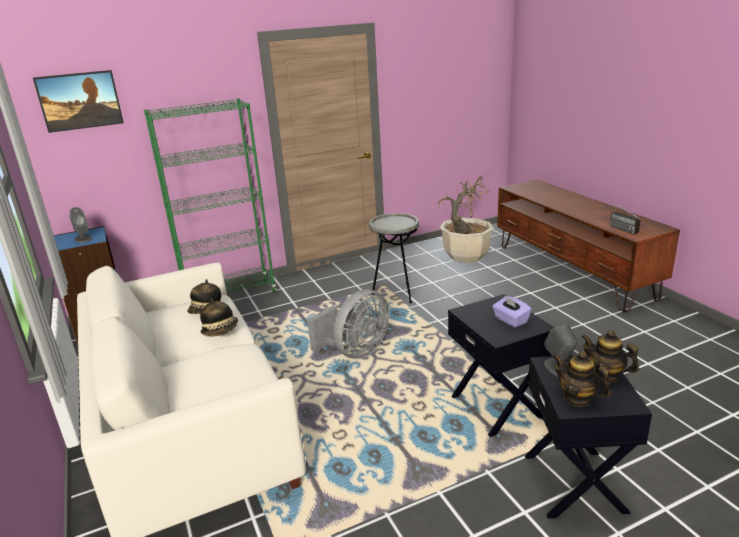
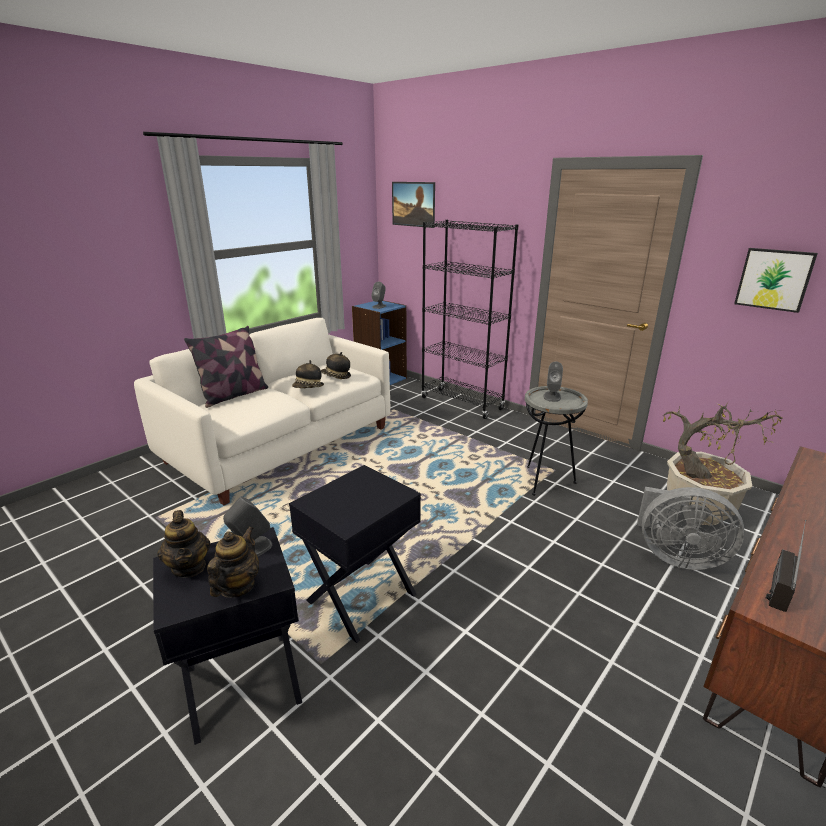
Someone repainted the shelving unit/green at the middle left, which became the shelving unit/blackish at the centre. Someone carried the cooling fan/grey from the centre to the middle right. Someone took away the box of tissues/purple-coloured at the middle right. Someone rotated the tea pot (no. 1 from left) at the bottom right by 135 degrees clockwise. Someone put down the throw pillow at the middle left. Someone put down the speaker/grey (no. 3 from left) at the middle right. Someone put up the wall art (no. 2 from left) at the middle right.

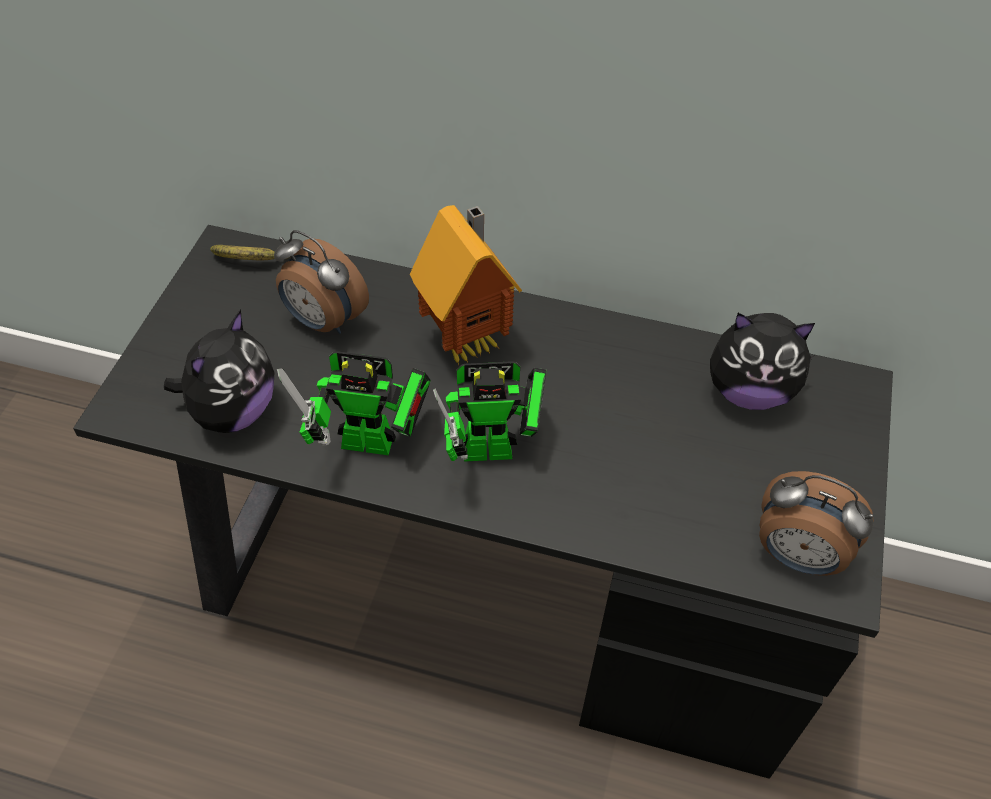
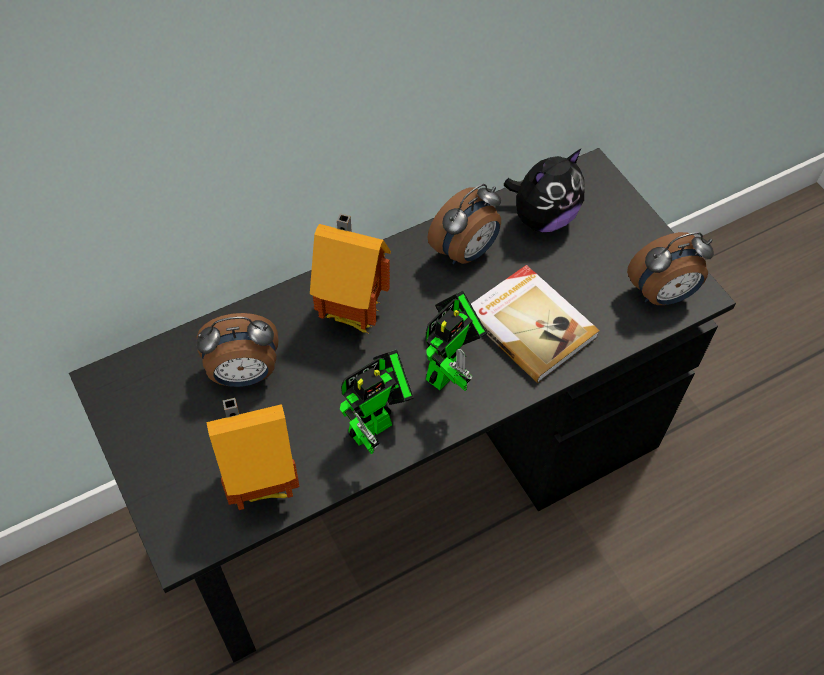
Someone swapped the plush toy (no. 1 from left) at the middle left for the model house (no. 1 from left) at the bottom left. Someone took away the banana fruit at the top left. Someone put down the table clock (no. 2 from left) at the top centre. Someone put down the book at the centre.

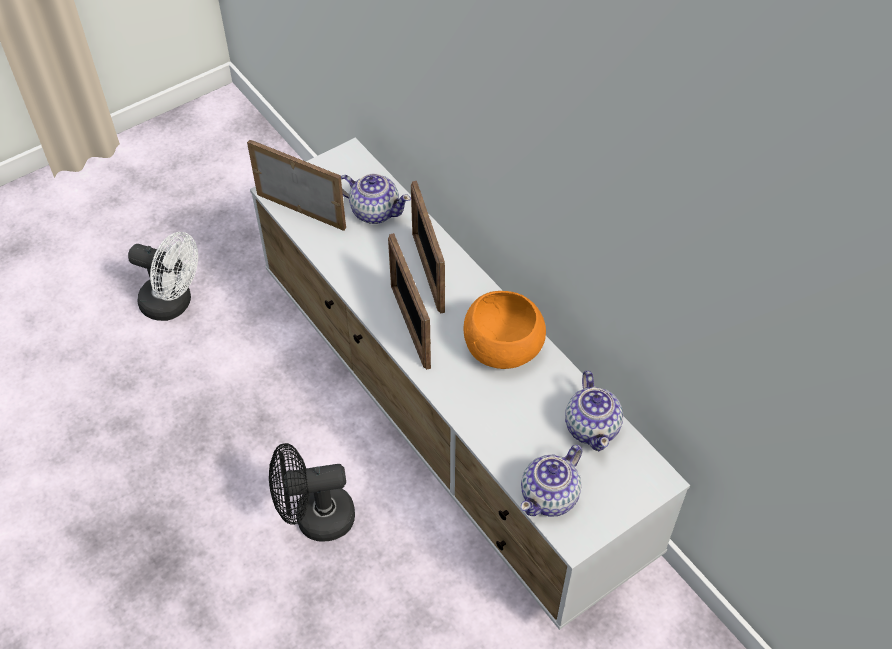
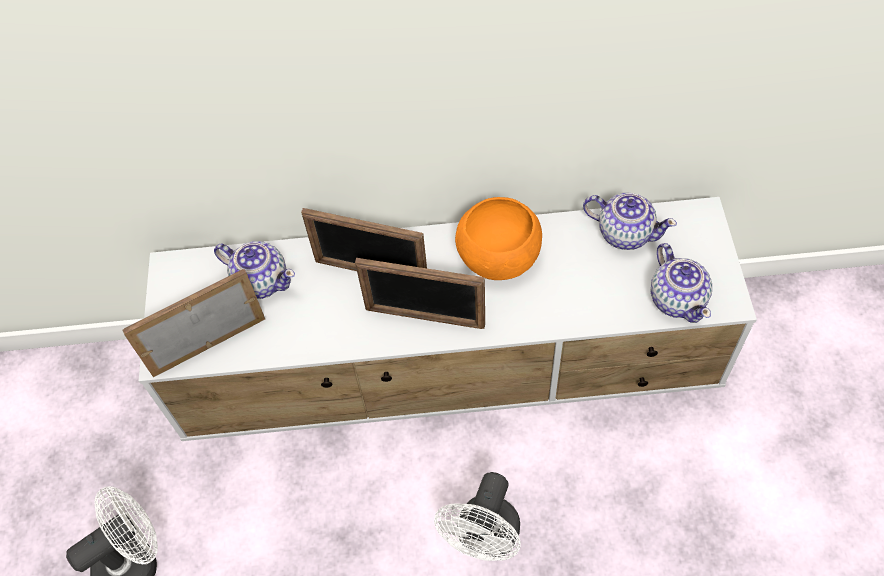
Someone repainted the cooling fan/blackish at the bottom centre, which became the cooling fan/white (no. 2 from left) at the bottom centre. Someone rotated the tea pot (no. 1 from left) at the top centre by 60 degrees clockwise.

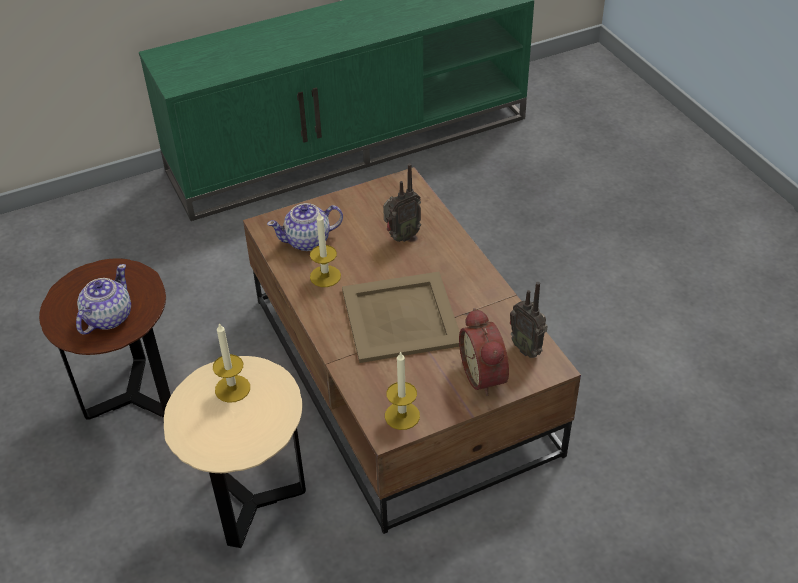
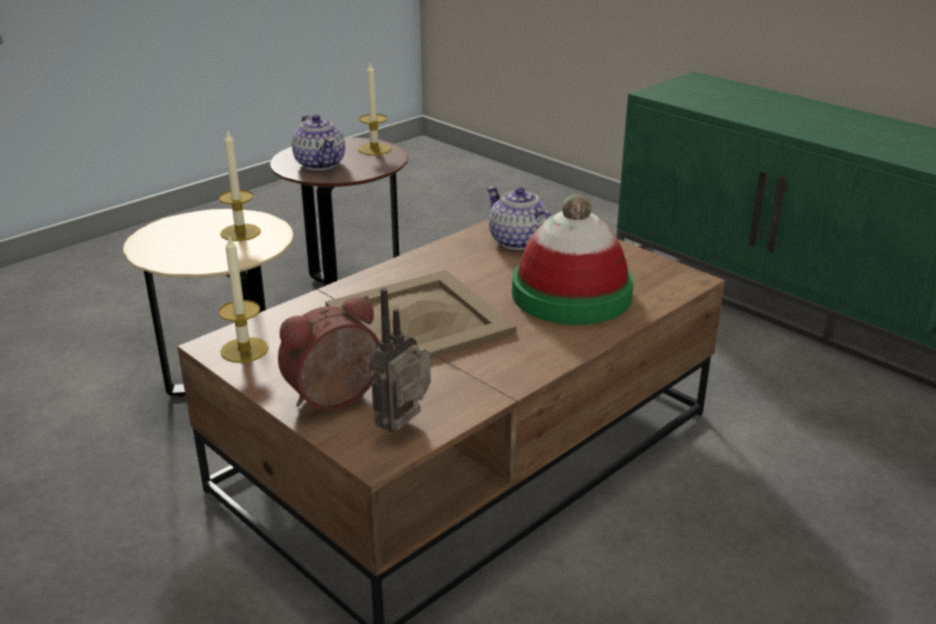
Someone rotated the tea pot (no. 1 from left) at the middle left by 60 degrees clockwise. Someone carried the wax candle (no. 2 from left in the first image) from the centre to the top centre. Someone swapped the radio receiver (no. 1 from left) at the centre for the clothing hat at the centre.

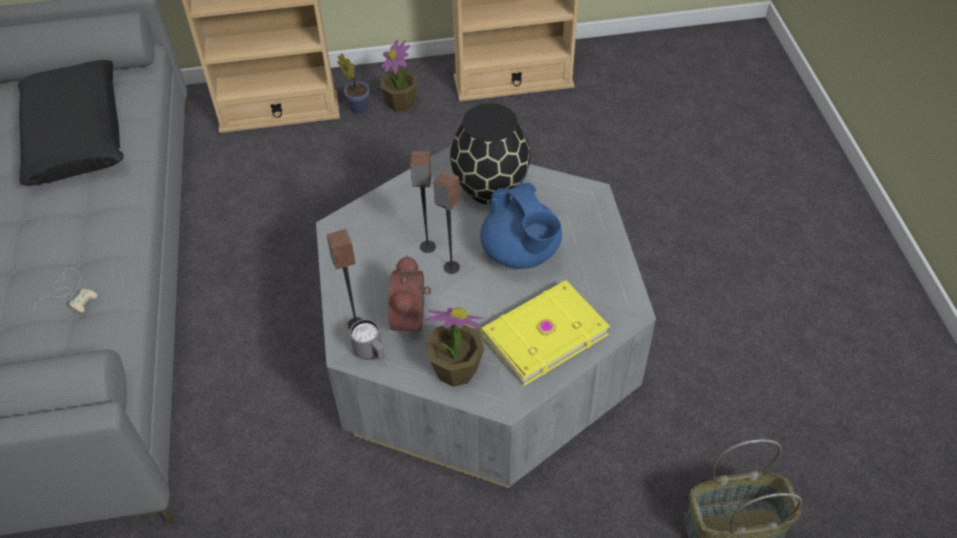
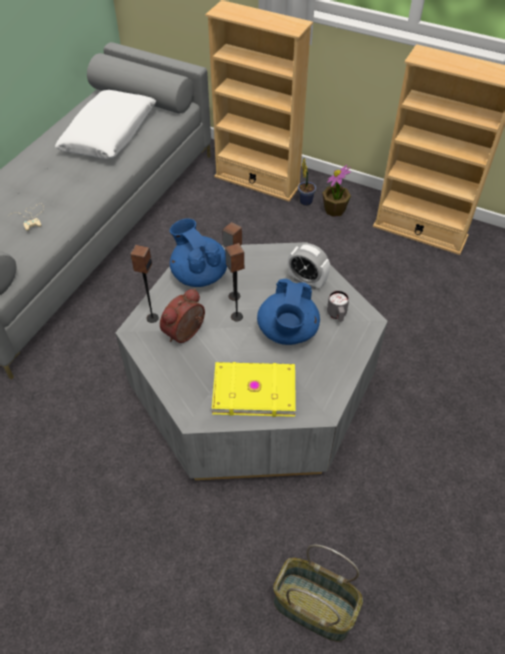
Someone repainted the throw pillow/blackish at the top left, which became the throw pillow/white at the top left. Someone carried the mug/grey from the centre to the middle right. Someone took away the potted plant (no. 3 from left) at the centre. Someone swapped the decorative vase/blackish at the top centre for the table clock (no. 2 from left) at the centre. Someone put down the tea pot/bluish (no. 1 from left) at the centre.

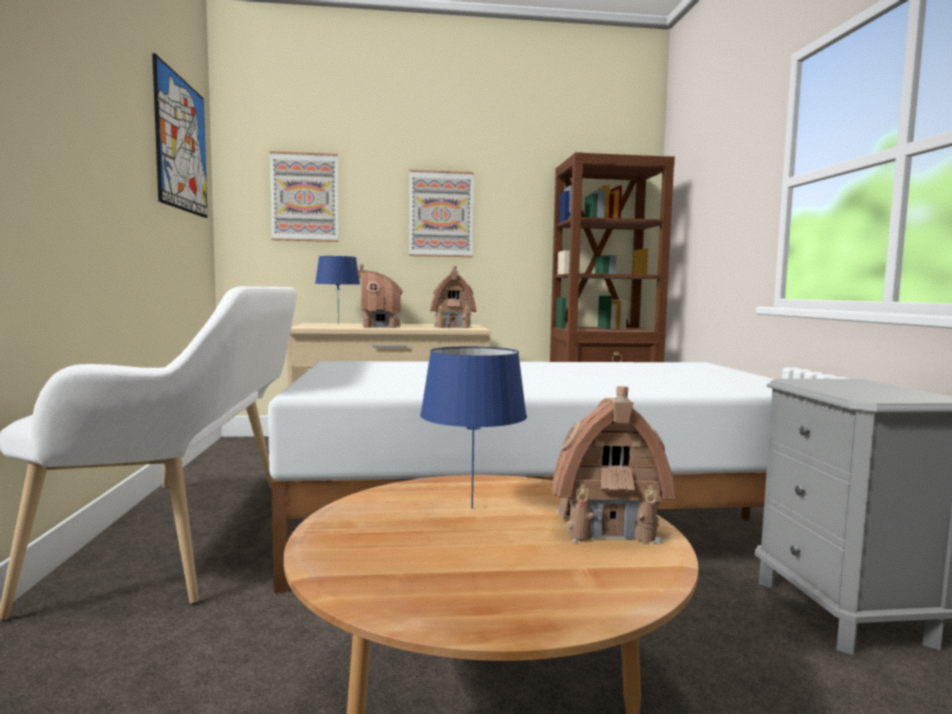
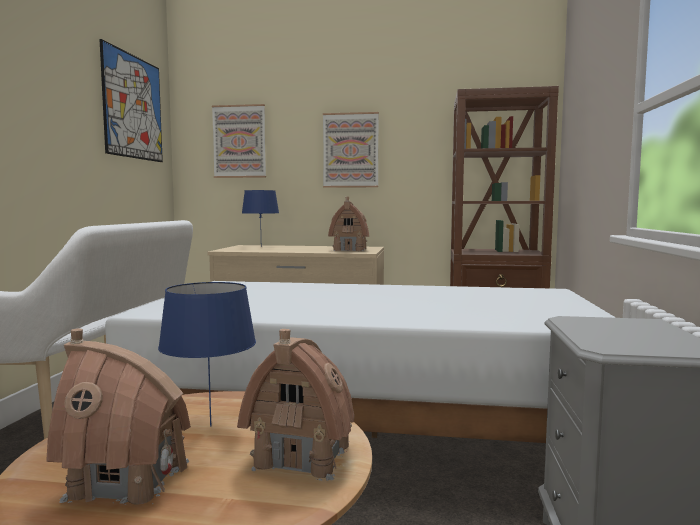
Someone carried the model house (no. 1 from left) from the centre to the bottom left.

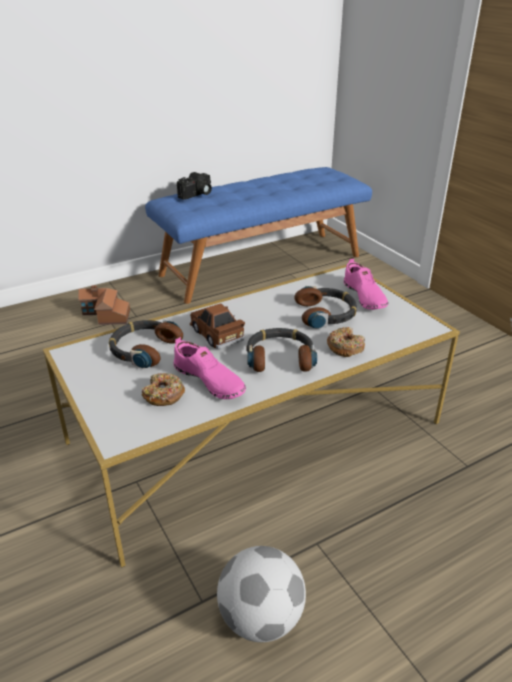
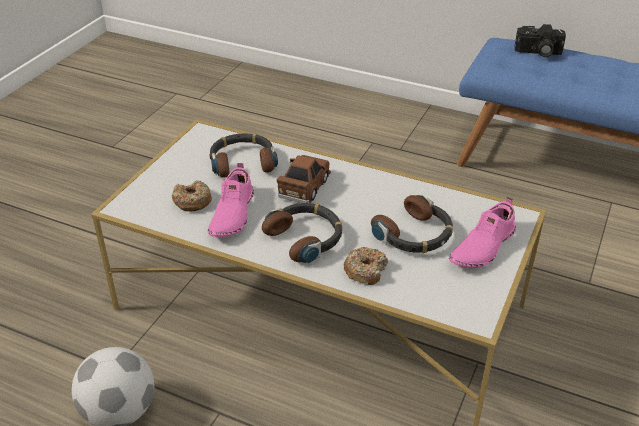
Someone took away the model house at the middle left.

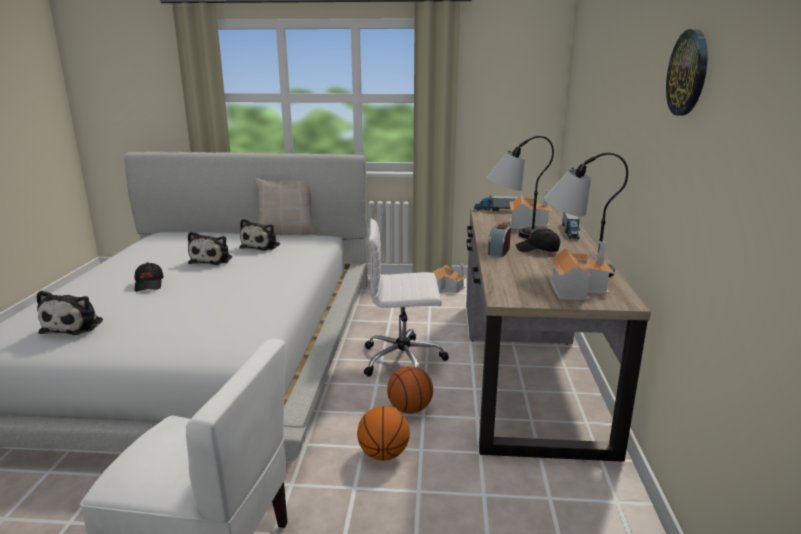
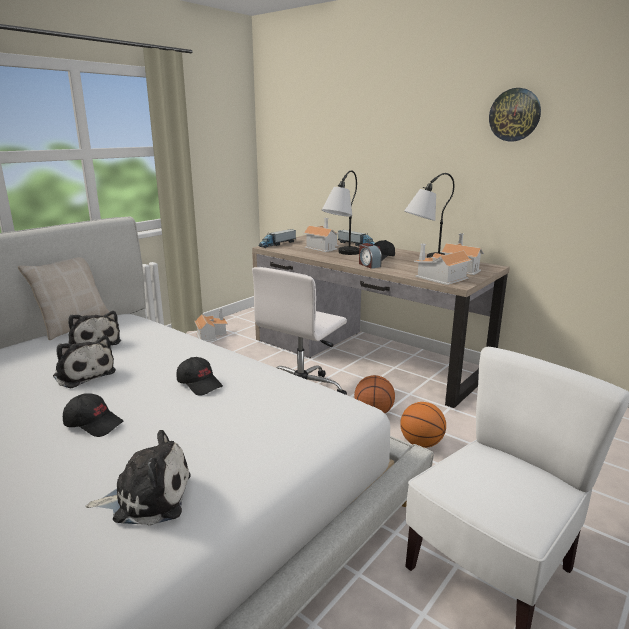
Someone rotated the plush toy (no. 1 from left in the first image) at the middle left by 45 degrees counterclockwise. Someone put down the peaked cap/blackish (no. 2 from left) at the middle left. Someone put down the model house (no. 3 from left) at the middle right.

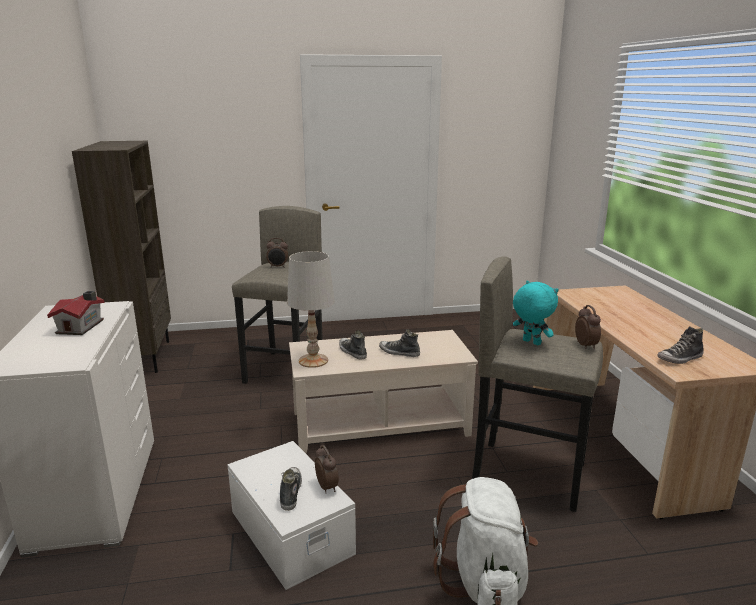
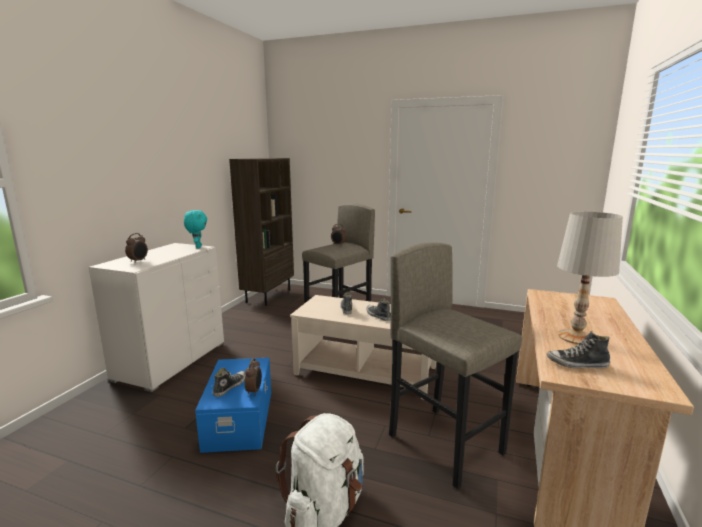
Someone took away the model house at the middle left. Someone repainted the storage container/white at the bottom centre, which became the storage container/bluish at the bottom left. Someone carried the table lamp/white from the centre to the middle right. Someone carried the plush toy/blue-green from the middle right to the middle left. Someone carried the table clock (no. 3 from left in the first image) from the middle right to the middle left.

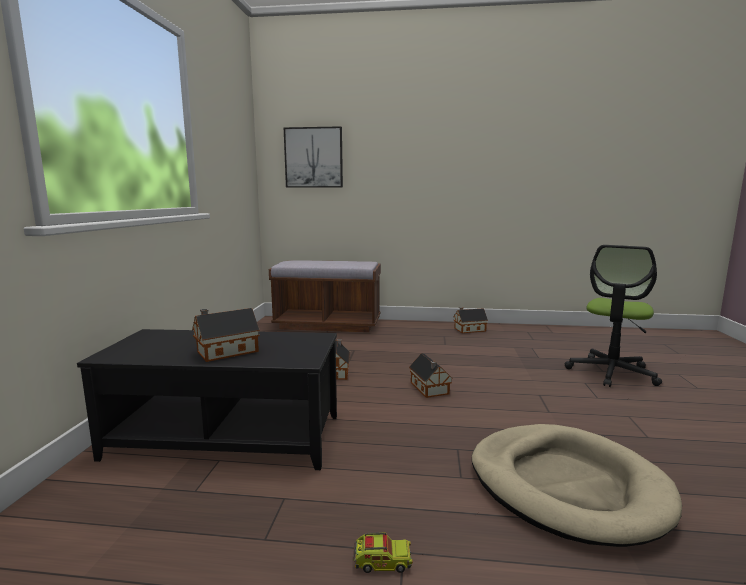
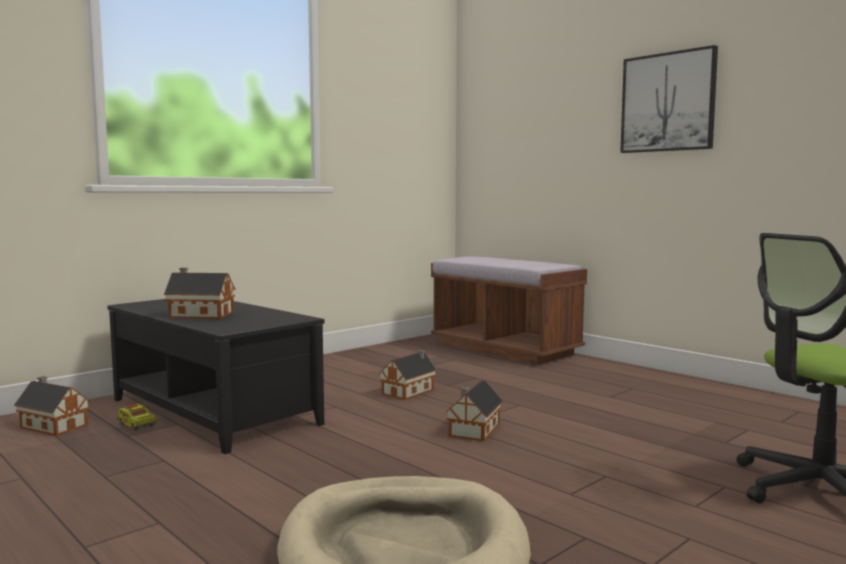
Someone carried the wall art from the top centre to the top right. Someone carried the toy lorry from the bottom centre to the bottom left. Someone carried the model house (no. 4 from left in the first image) from the centre to the bottom left.

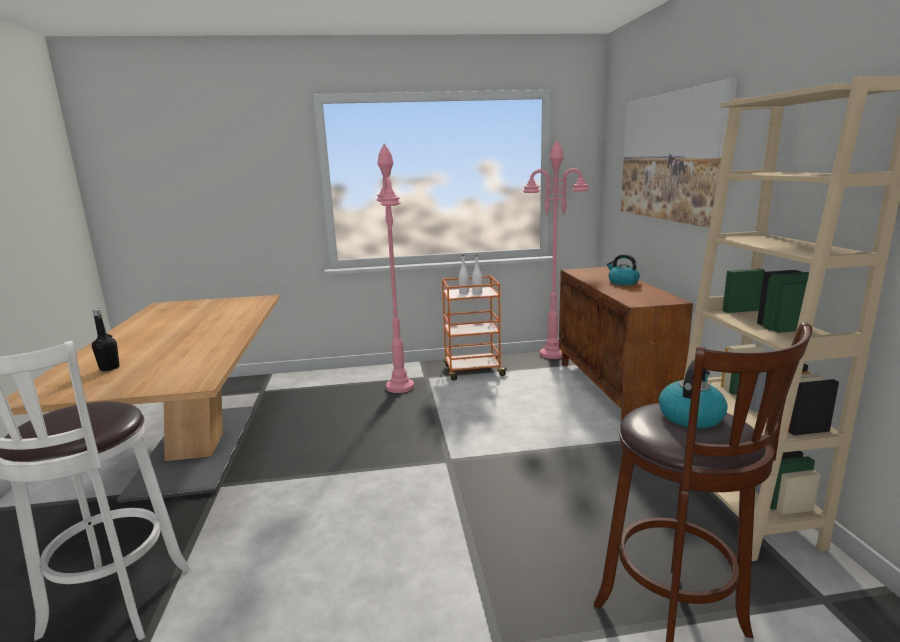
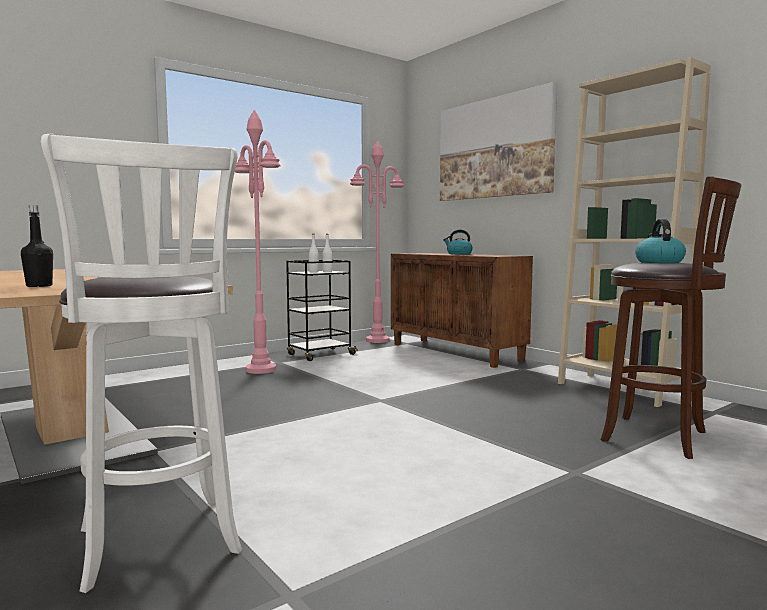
Someone repainted the trolley/orange at the centre, which became the trolley/blackish at the centre.

